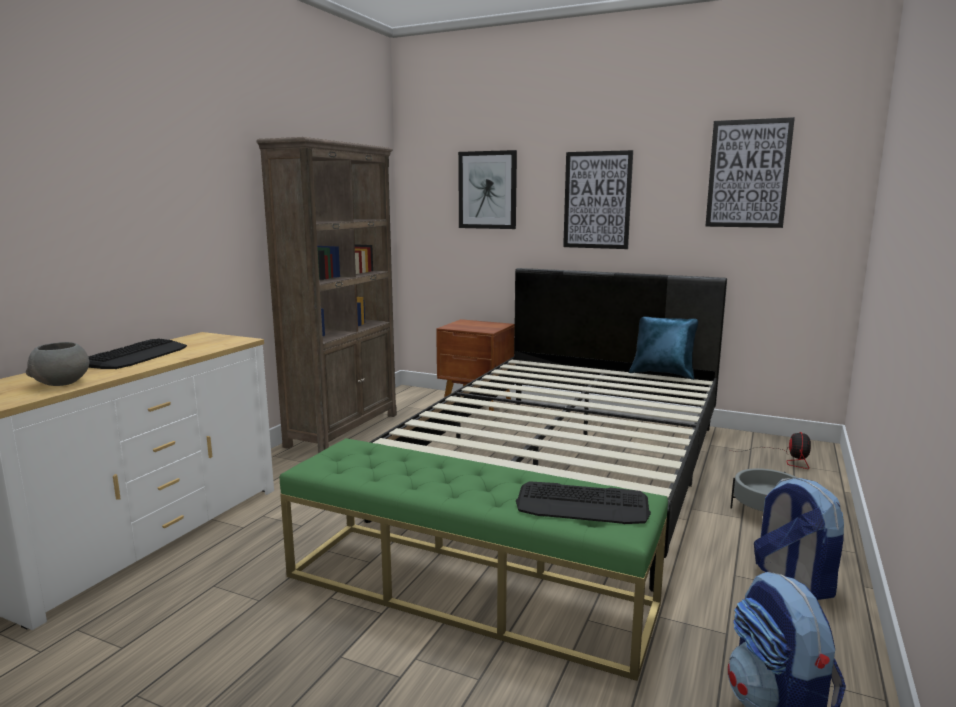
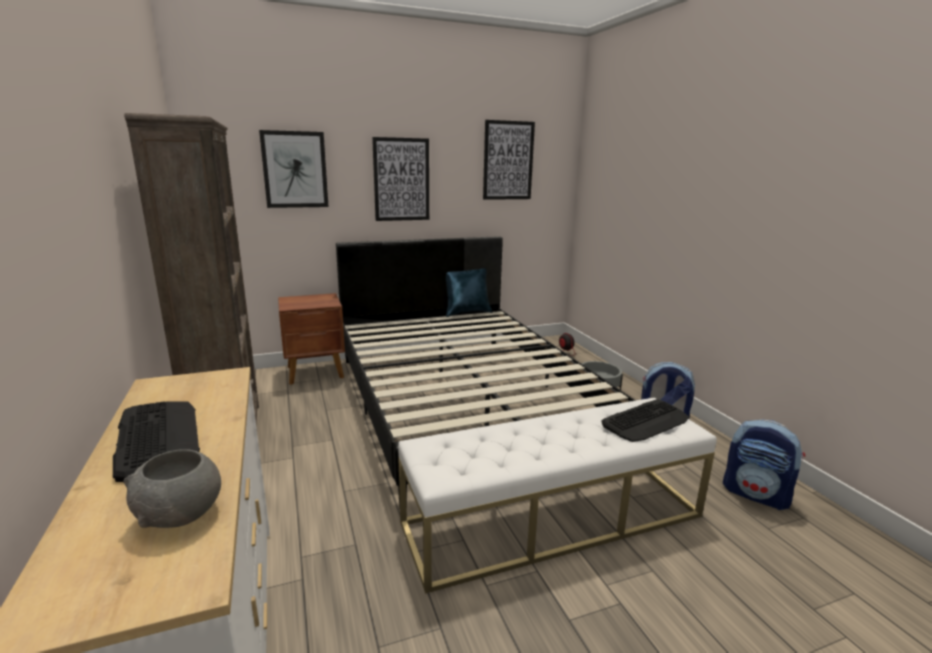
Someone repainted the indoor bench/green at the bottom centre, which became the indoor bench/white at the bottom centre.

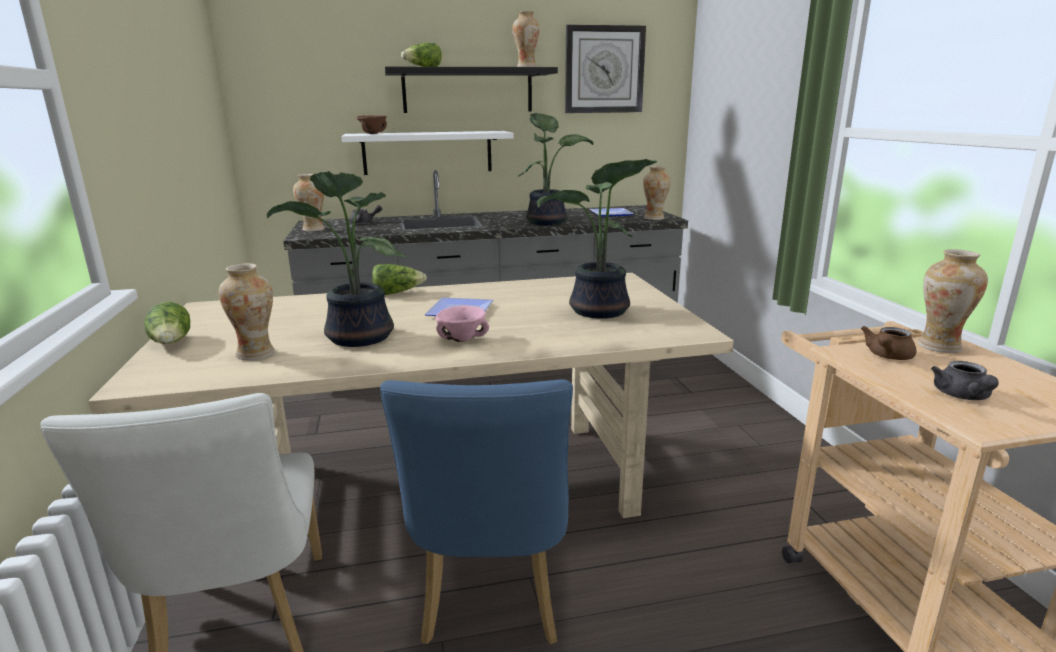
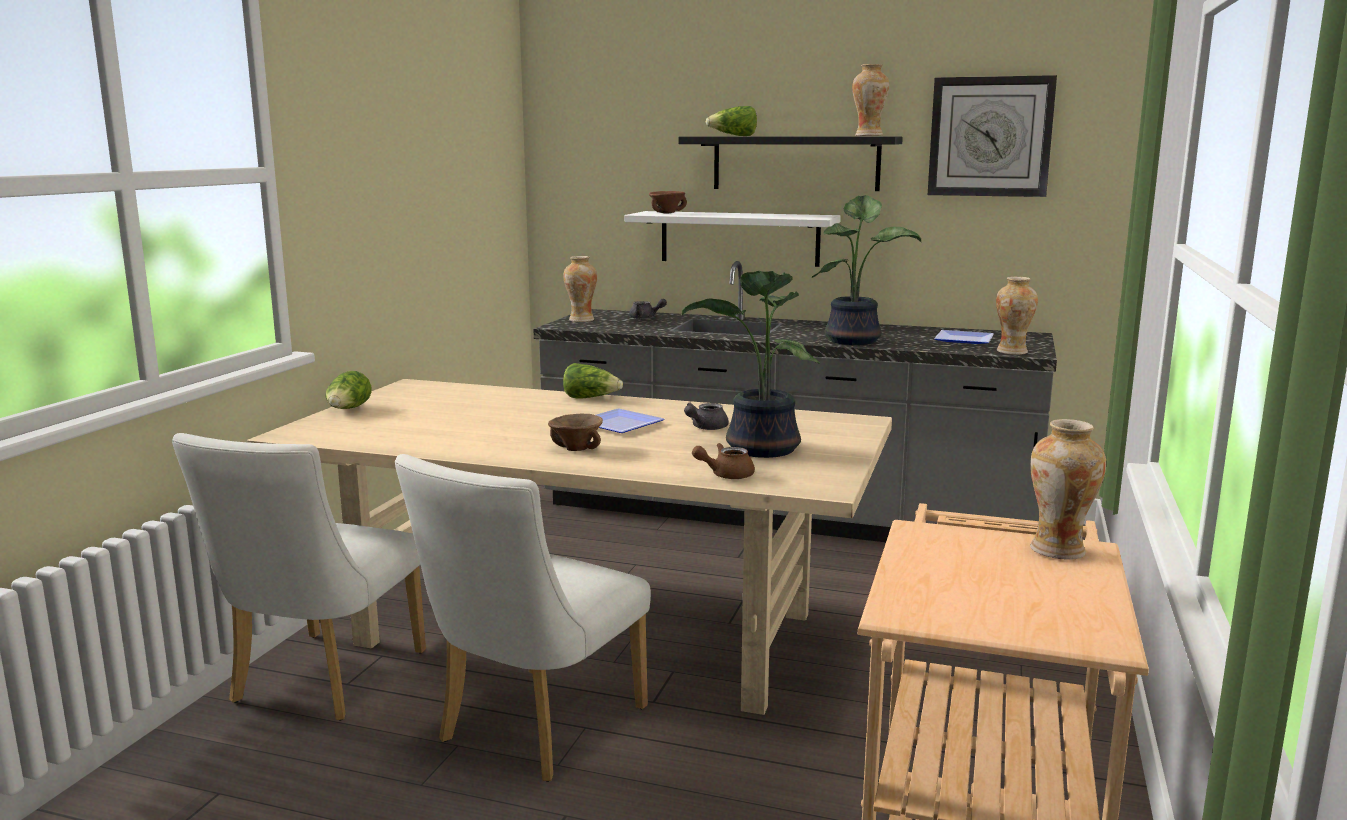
Someone took away the decorative vase (no. 1 from left) at the middle left. Someone took away the potted plant (no. 1 from left) at the middle left. Someone repainted the chair/bluish at the bottom centre, which became the chair/white (no. 2 from left) at the bottom centre. Someone repainted the bowl/pink at the centre, which became the bowl/brown-coloured (no. 1 from left) at the centre. Someone carried the tea pot/brown-coloured from the middle right to the centre. Someone carried the tea pot/grey (no. 2 from left) from the middle right to the centre.

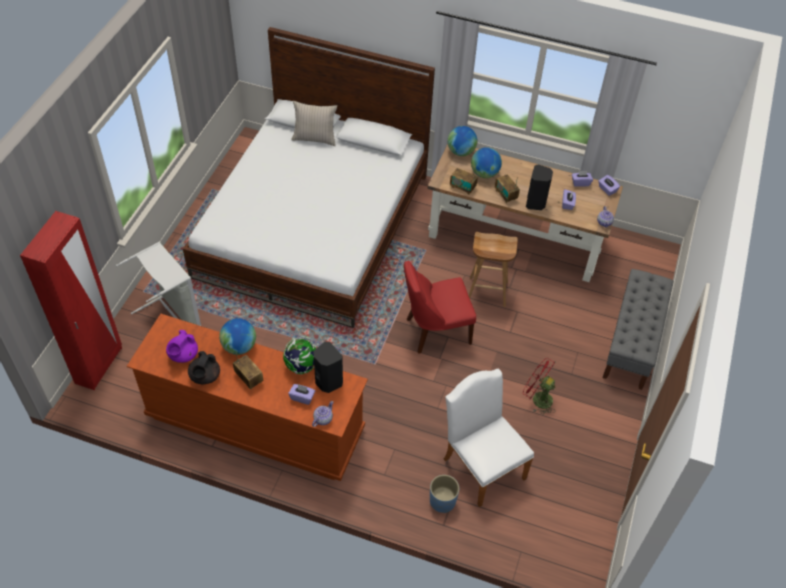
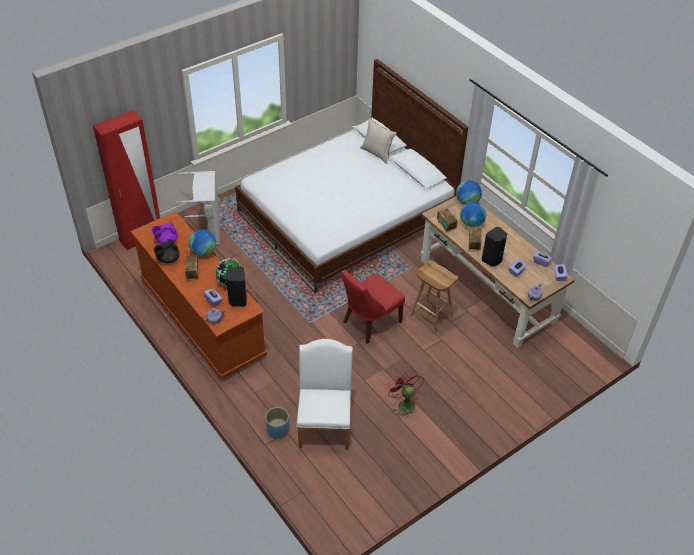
Someone rotated the chair/red at the centre by 60 degrees counterclockwise. Someone took away the indoor bench/grey at the middle right.

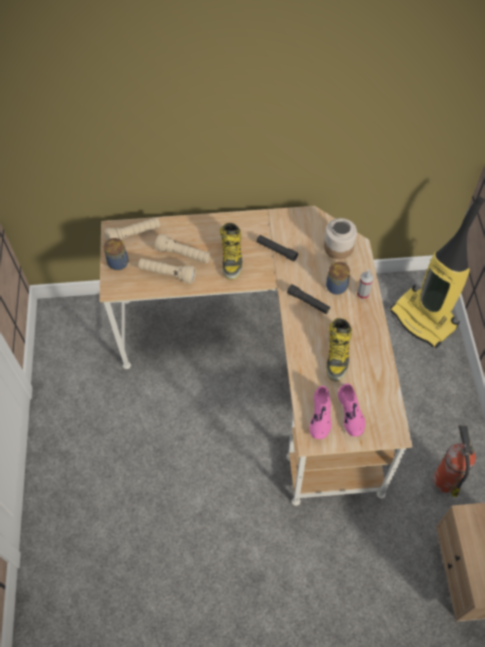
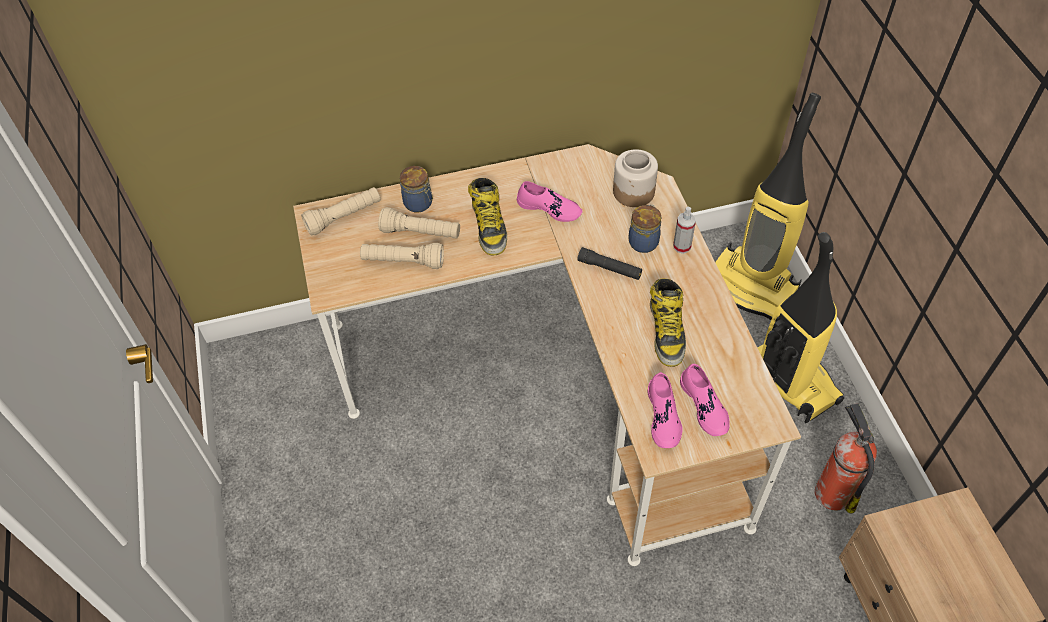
Someone carried the jar (no. 1 from left) from the middle left to the top centre. Someone swapped the torch/blackish (no. 1 from left) at the centre for the item of footwear/pink (no. 1 from left) at the top centre. Someone put down the vacuum (no. 2 from left) at the middle right.

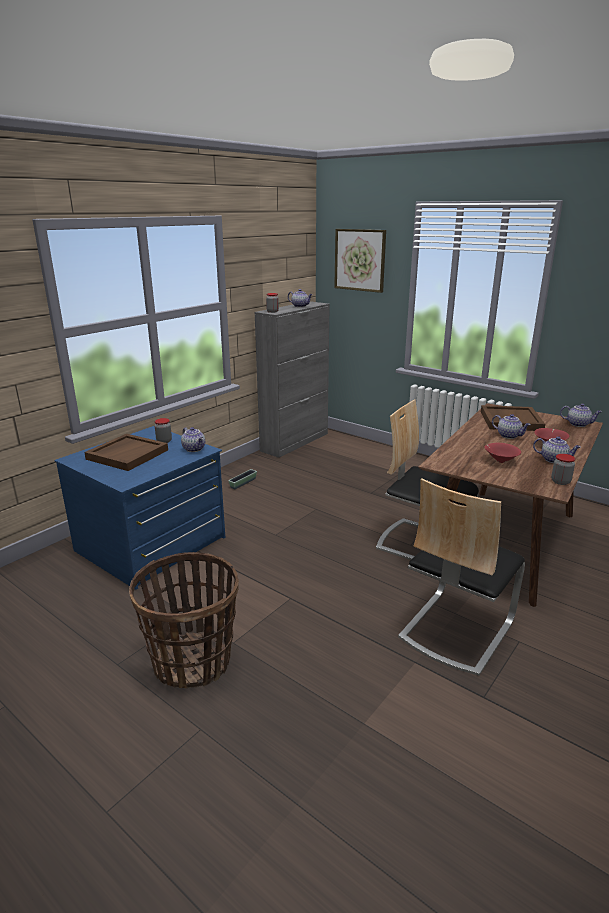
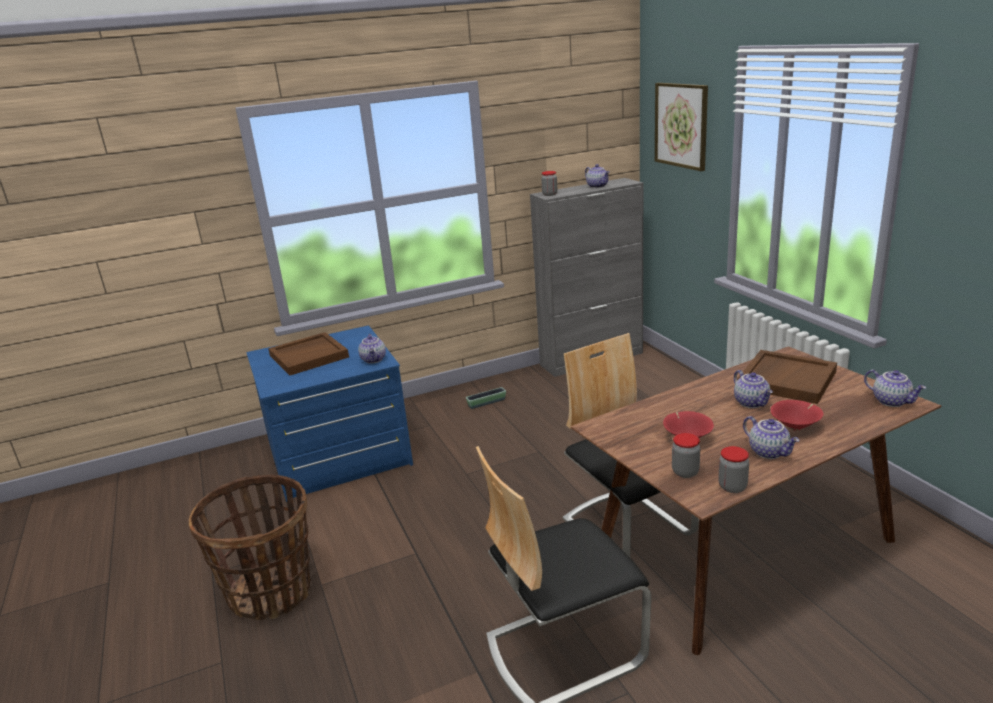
Someone carried the jar (no. 1 from left in the first image) from the middle left to the middle right.

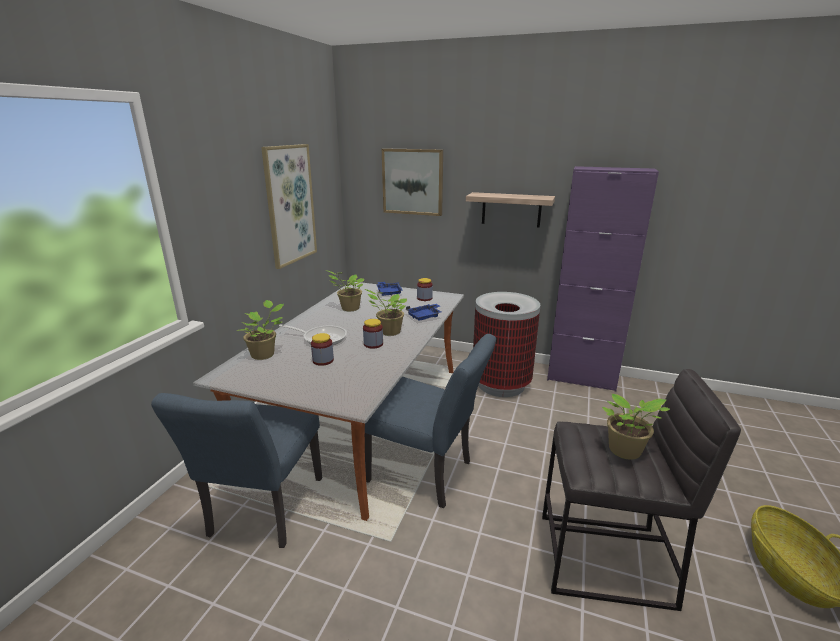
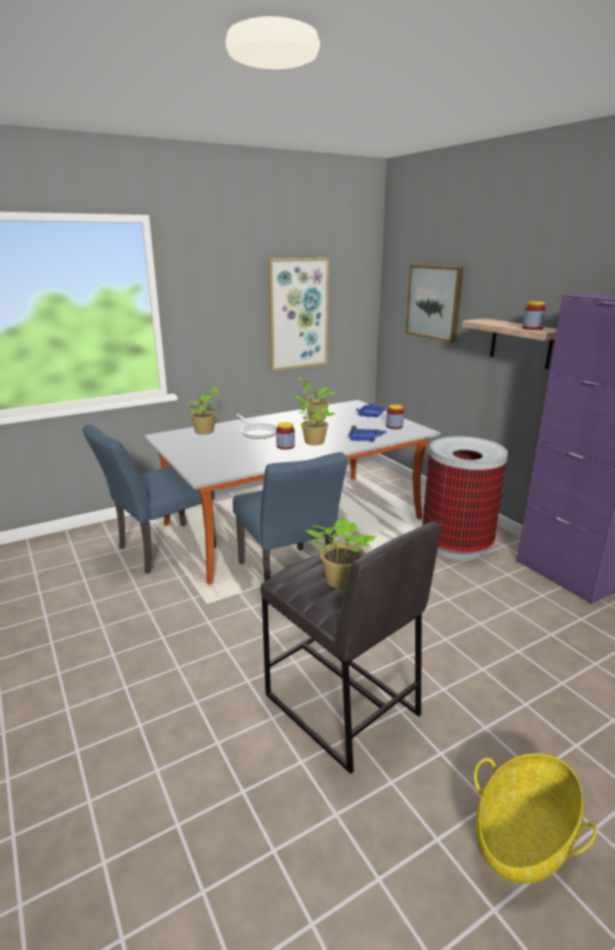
Someone carried the jar (no. 1 from left in the first image) from the centre to the top right.

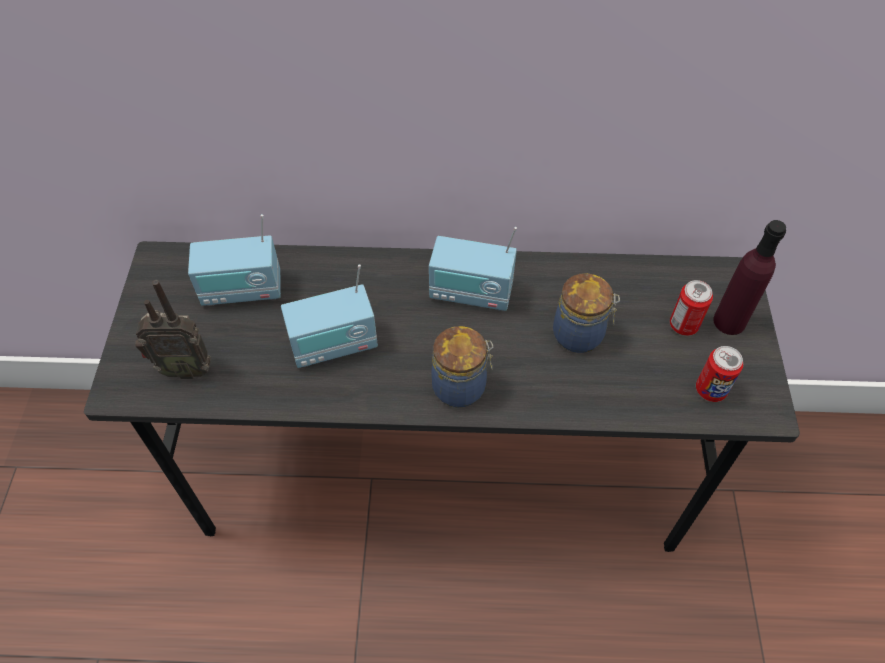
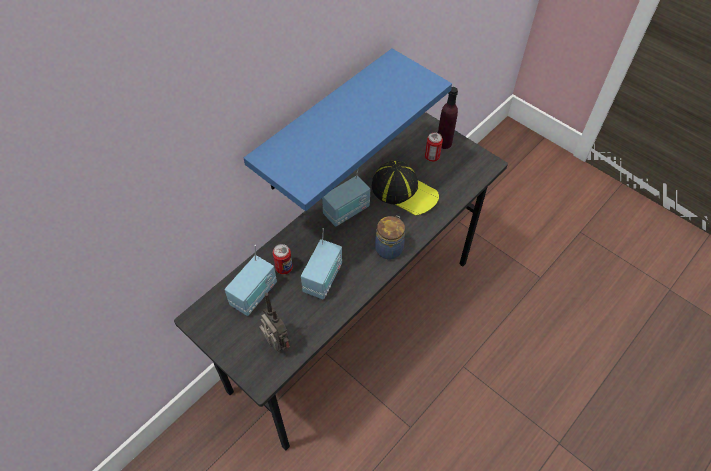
Someone rotated the radio receiver (no. 1 from left in the first image) at the middle left by 75 degrees counterclockwise. Someone swapped the jar (no. 2 from left) at the centre for the peaked cap at the centre. Someone carried the can (no. 2 from left in the first image) from the middle right to the centre. Someone put up the bracket shelf/bluish at the top centre.

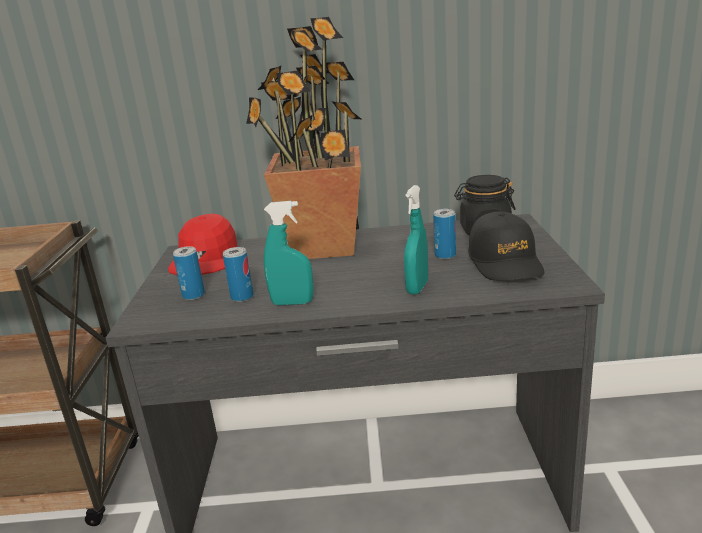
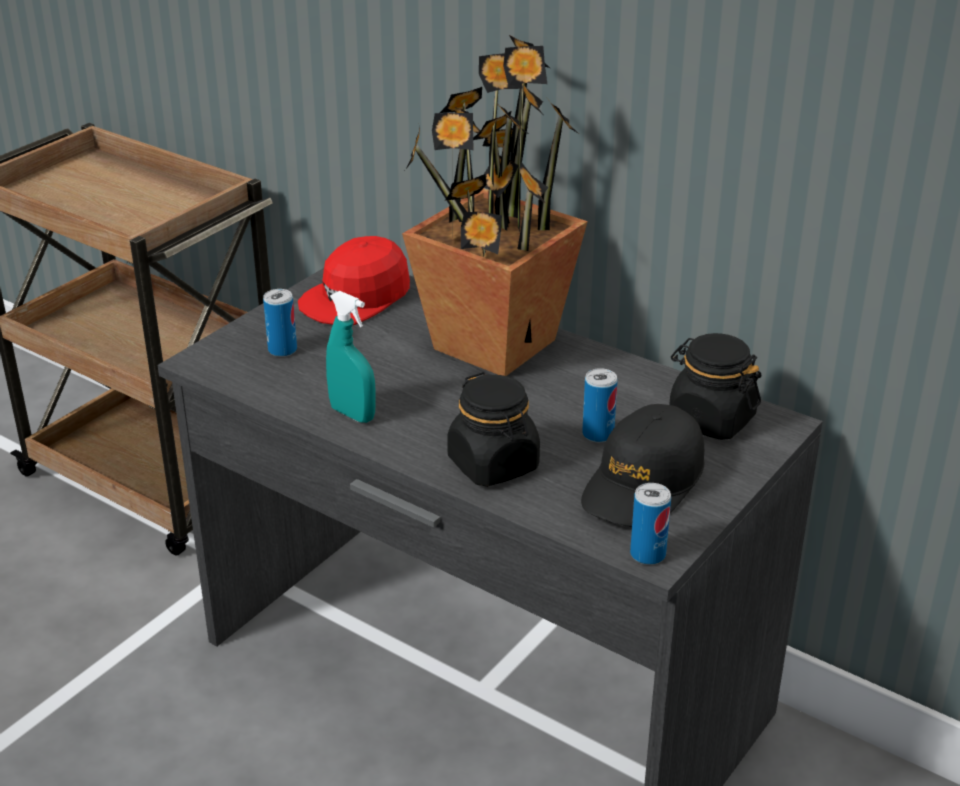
Someone carried the can (no. 2 from left in the first image) from the centre to the bottom right. Someone swapped the hand sprayer/blue-green (no. 2 from left) at the centre for the jar/blackish (no. 1 from left) at the centre.

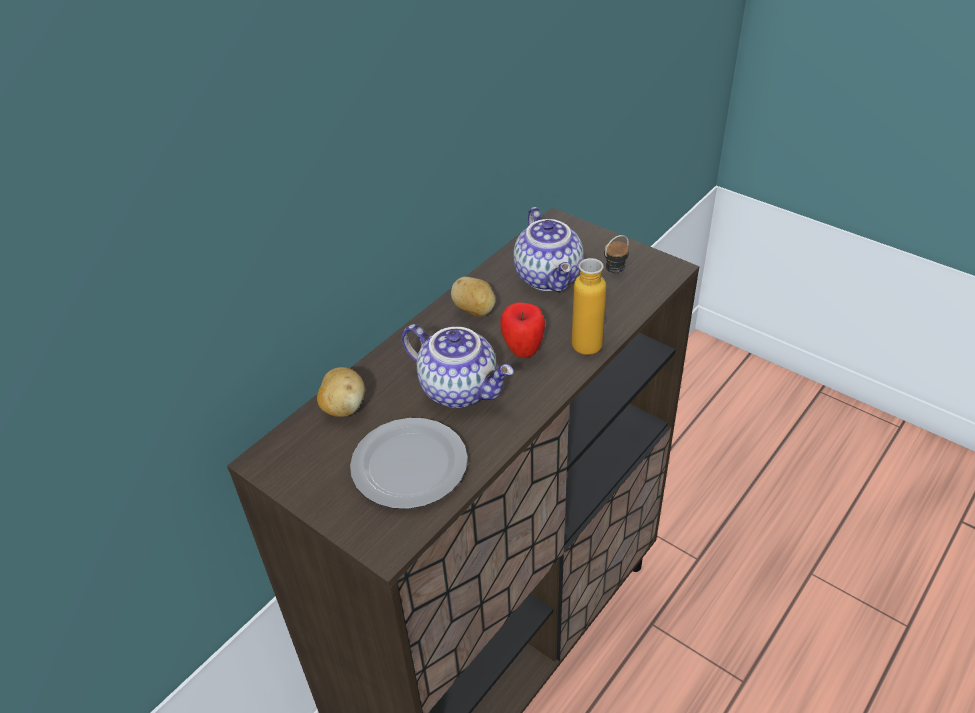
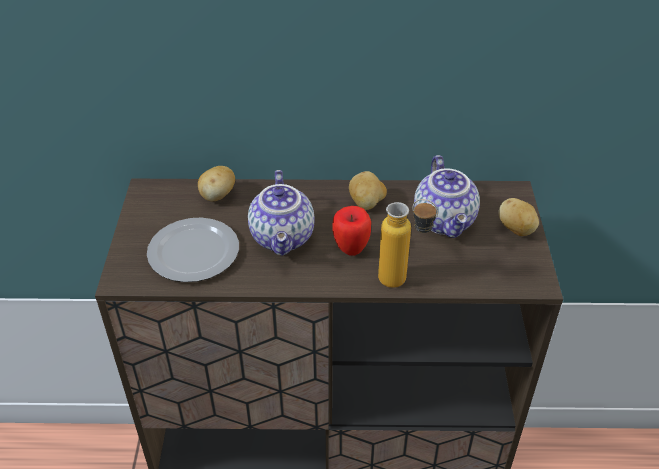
Someone rotated the tea pot (no. 2 from left) at the centre by 45 degrees counterclockwise. Someone put down the potato (no. 3 from left) at the middle right.

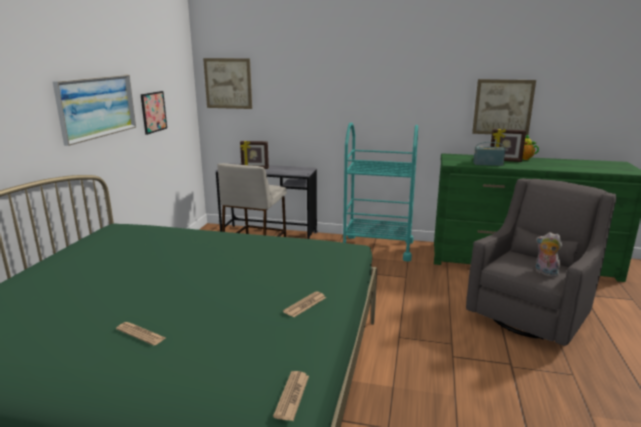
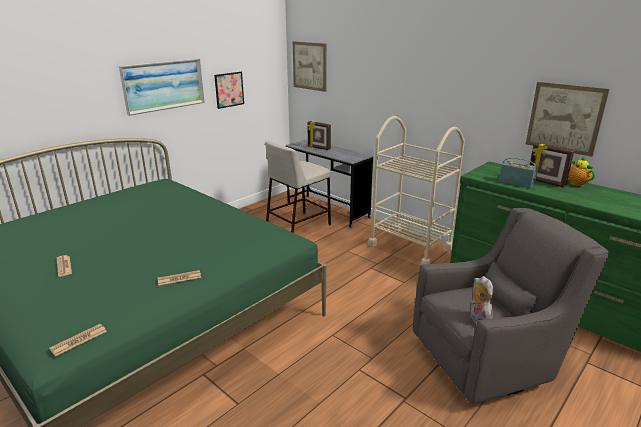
Someone repainted the trolley/blue-green at the centre, which became the trolley/beige at the centre.

